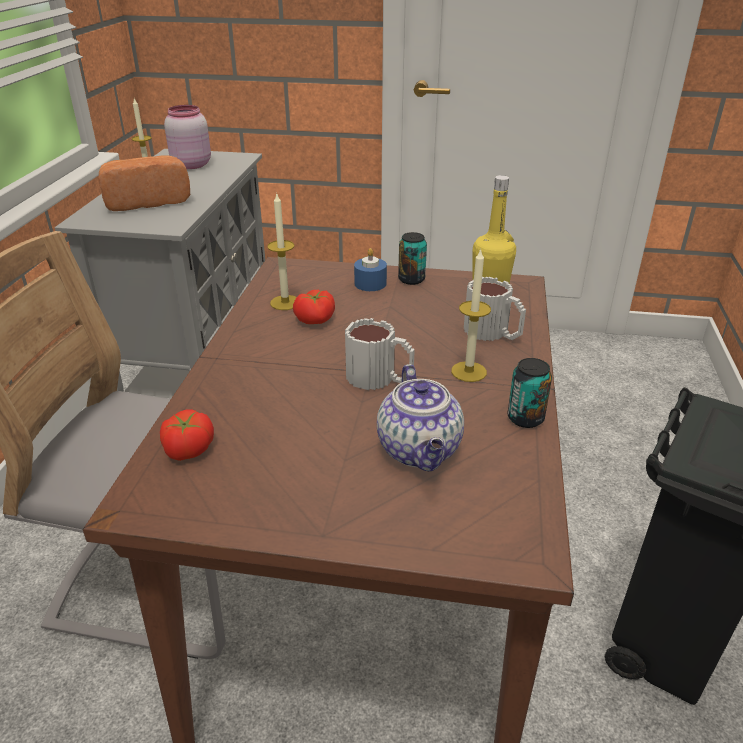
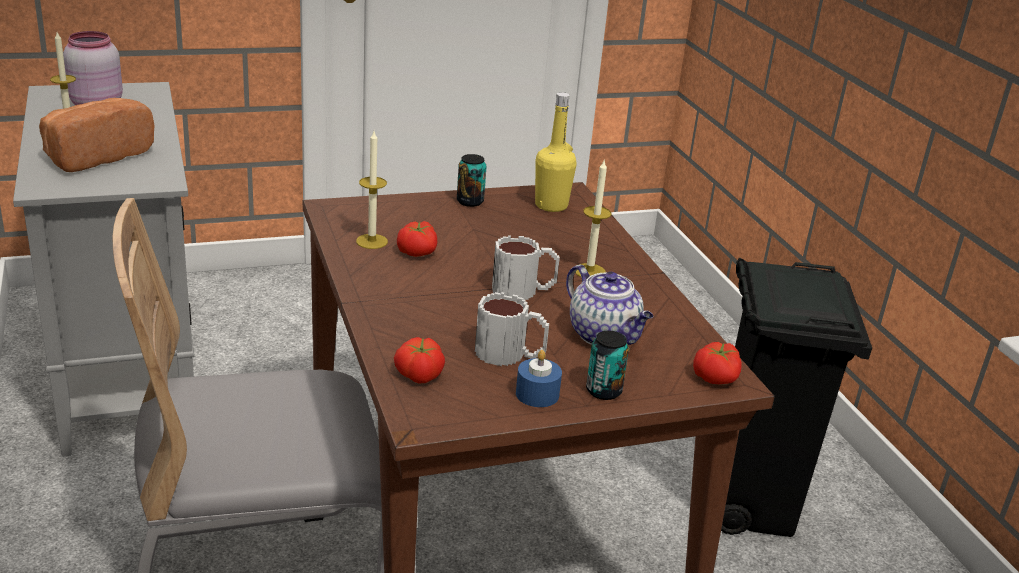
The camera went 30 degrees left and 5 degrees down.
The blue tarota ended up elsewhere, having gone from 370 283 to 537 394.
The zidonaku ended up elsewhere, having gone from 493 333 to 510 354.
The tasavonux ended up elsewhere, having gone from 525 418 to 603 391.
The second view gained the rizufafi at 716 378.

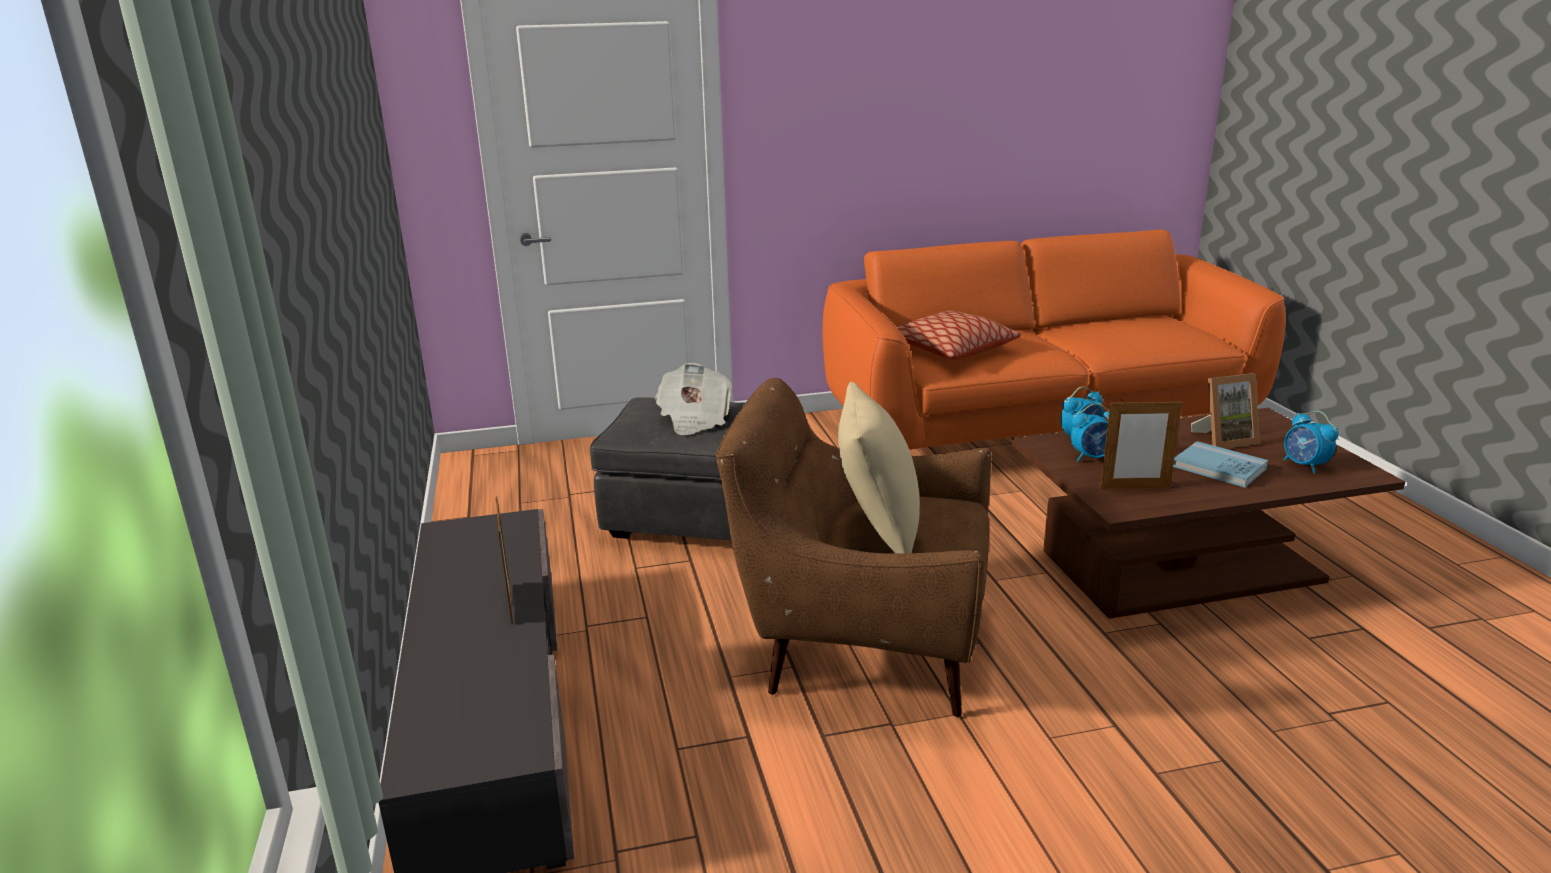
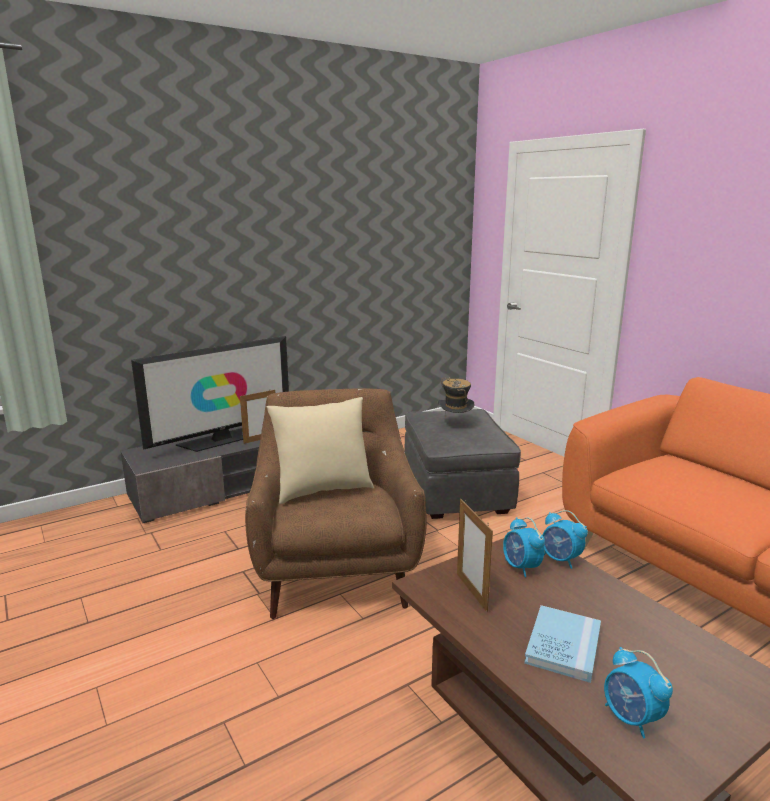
The camera went 70 degrees right and 5 degrees down.
Where the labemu stood at 694 419, the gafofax came to stand at 455 424.
The second view lost the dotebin at 950 349.
The second view lost the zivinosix at 1224 440.
The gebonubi at 1304 465 ended up facing another way, 75 degrees counterclockwise from before.
The second view gained the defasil at 221 439.

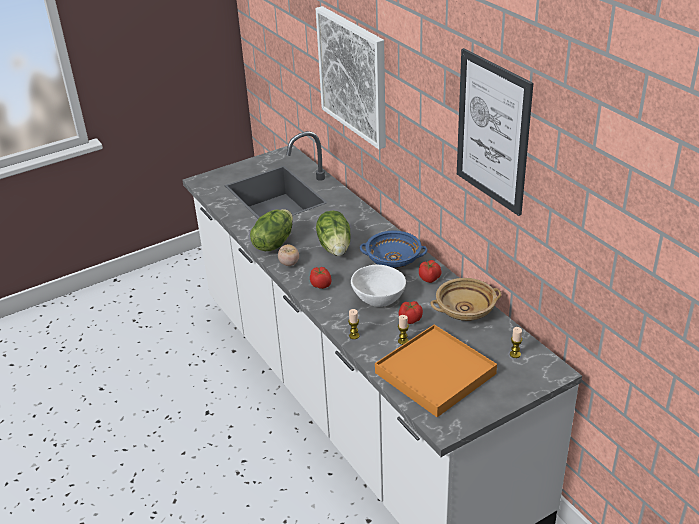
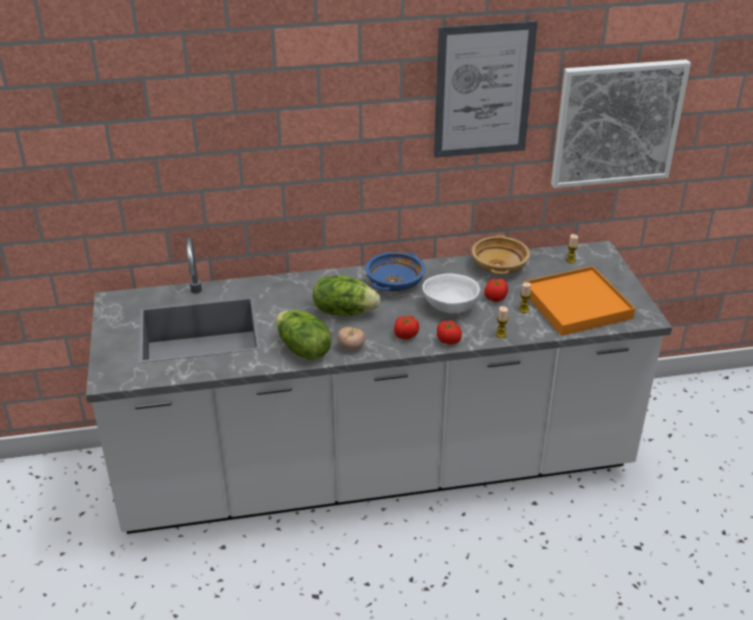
The camera went 70 degrees left and 0 degrees up.
The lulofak ended up elsewhere, having gone from 353 76 to 616 123.
The rizufafi ended up elsewhere, having gone from 429 278 to 448 340.

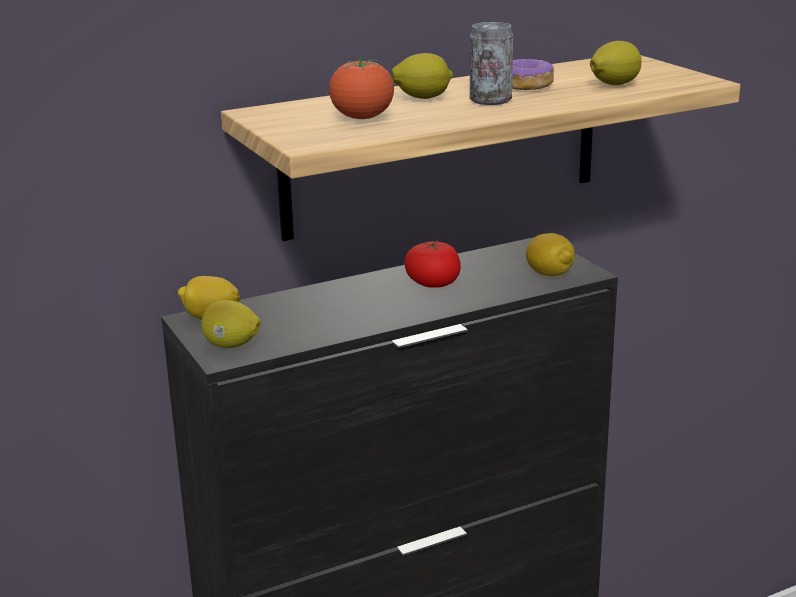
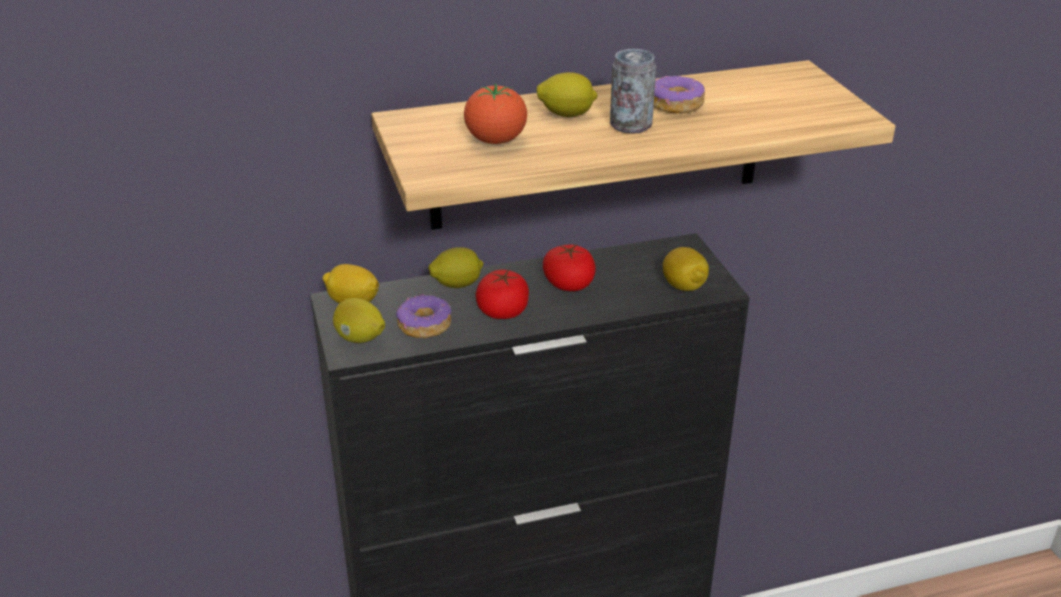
The camera went 10 degrees right and 10 degrees up.
The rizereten ended up elsewhere, having gone from 614 85 to 456 285.
The second view gained the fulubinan at 424 325.
The second view gained the rizufafi at 503 311.

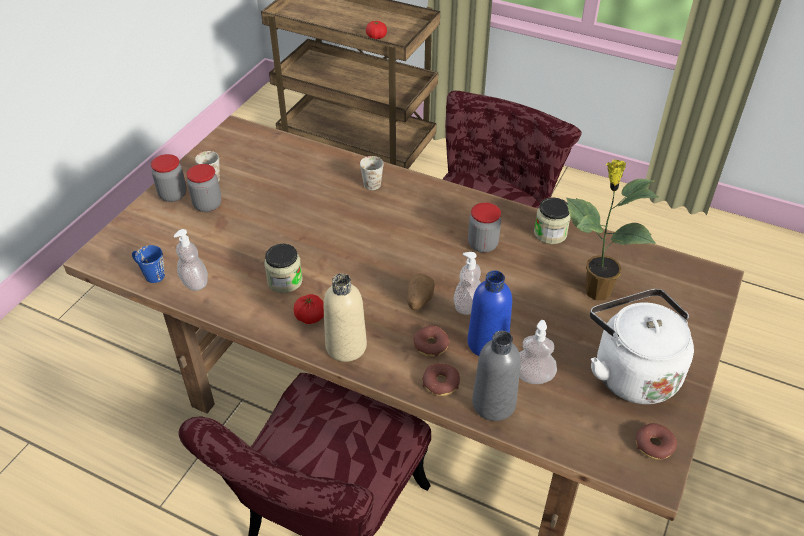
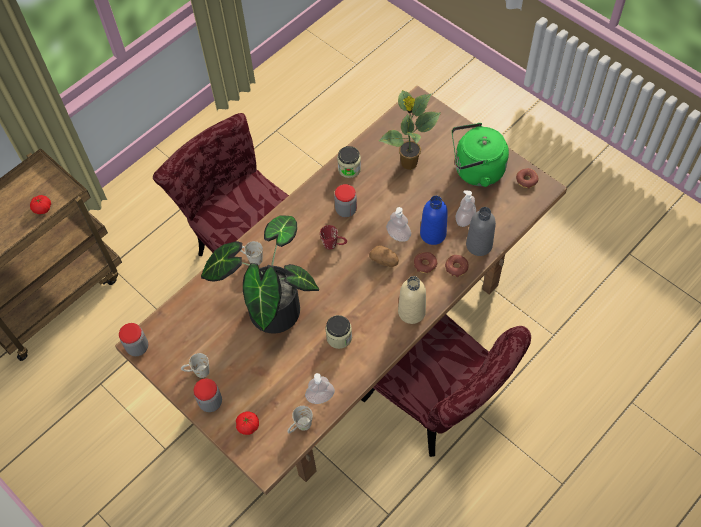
The camera went 70 degrees left and 15 degrees up.
What was the blue zidonaku at 150 274 turned into the white zidonaku at 300 427.
The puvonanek ended up elsewhere, having gone from 207 205 to 137 347.
The rizufafi ended up elsewhere, having gone from 310 317 to 248 426.
What was the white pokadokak at 631 372 turned into the green pokadokak at 475 171.
The second view gained the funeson at 270 307.
The second view gained the red zidonaku at 334 244.

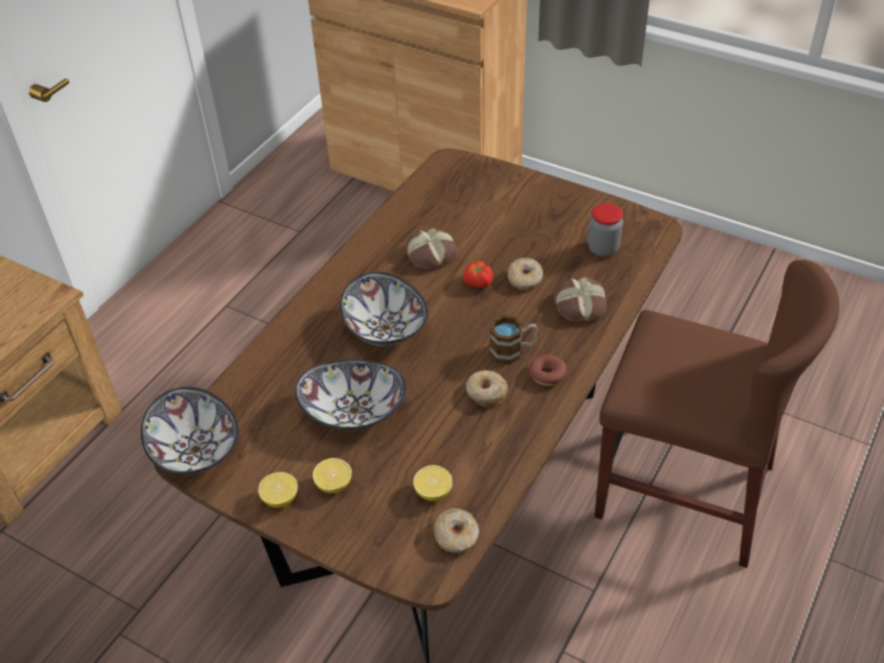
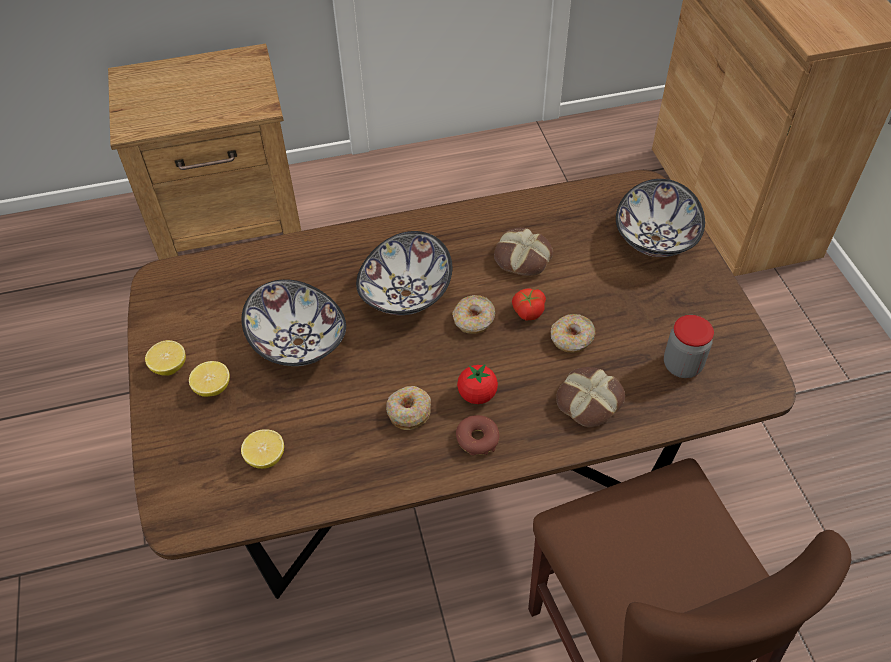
The camera went 45 degrees right and 5 degrees up.
The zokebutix ended up elsewhere, having gone from 194 450 to 654 238.
The fulubinan ended up elsewhere, having gone from 456 536 to 474 320.
Where the zidonaku stood at 513 351, the rizufafi came to stand at 477 394.

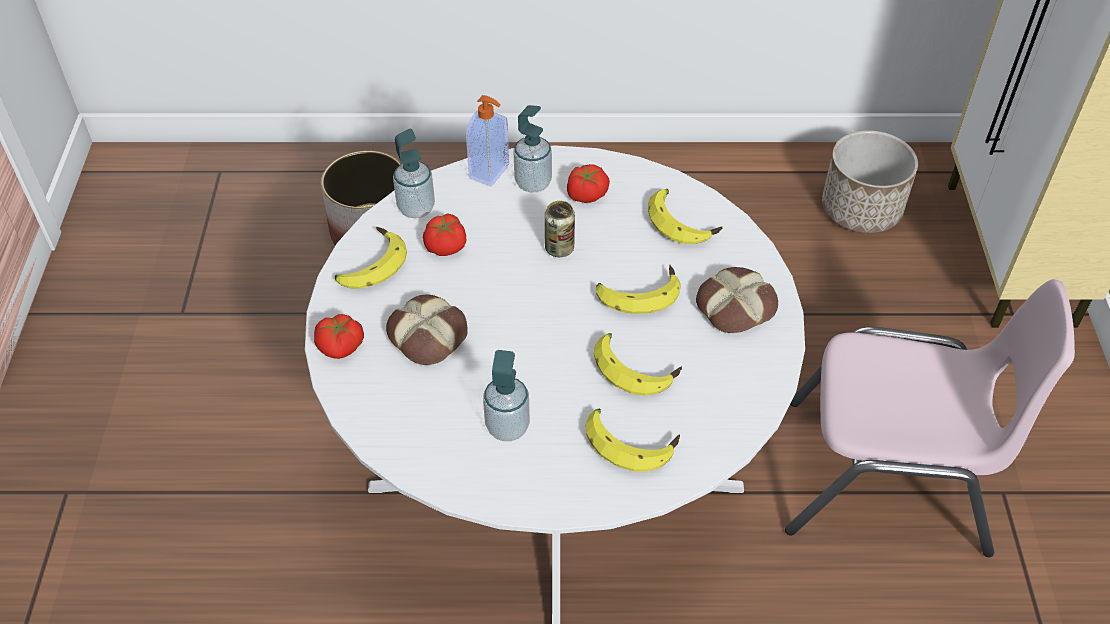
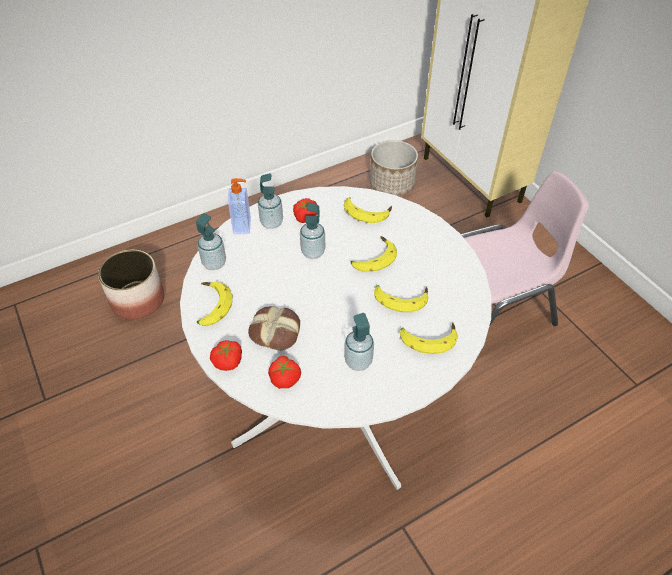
The camera went 30 degrees left and 0 degrees up.
The rizufafi ended up elsewhere, having gone from 446 246 to 285 378.
Where the tasavonux stood at 559 248, the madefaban came to stand at 313 252.
The second view lost the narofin at 735 306.

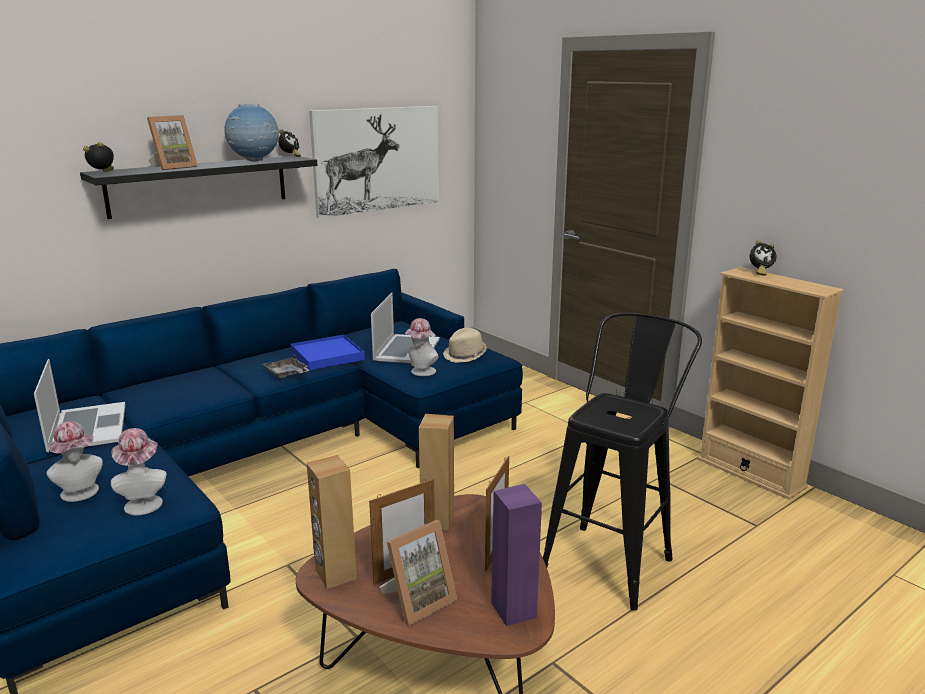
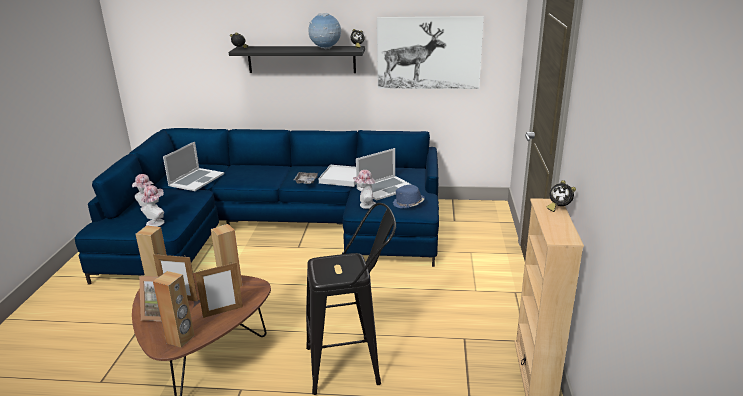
The camera went 45 degrees right and 5 degrees up.
The second view lost the zivinosix at 173 167.
What was the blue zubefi at 327 355 turned into the white zubefi at 342 177.
What was the beige gafofax at 465 355 turned into the blue gafofax at 408 204.
What was the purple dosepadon at 514 610 turned into the brown dosepadon at 180 339.

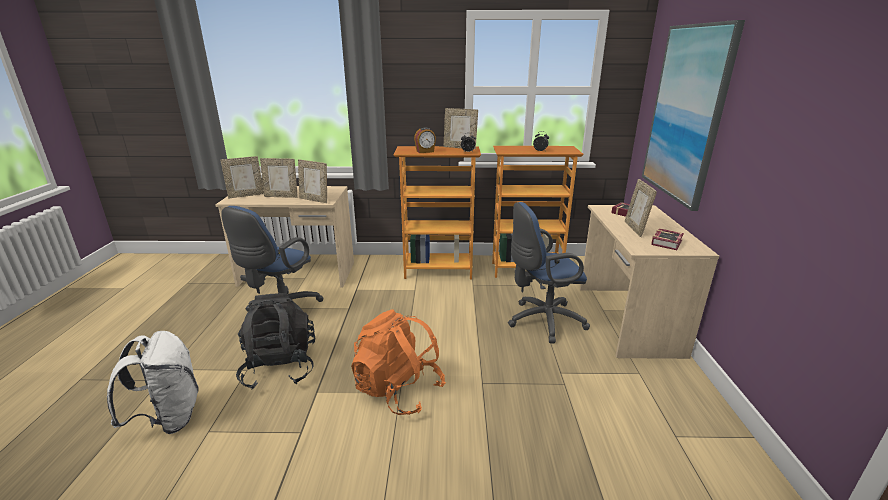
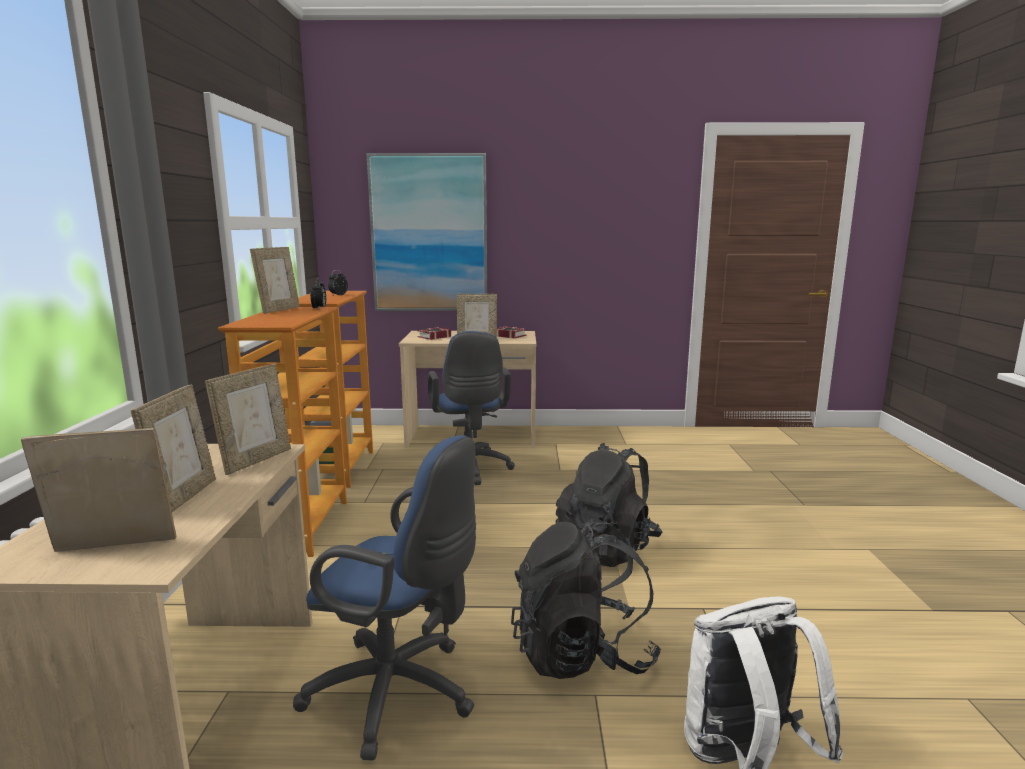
The camera went 90 degrees left and 10 degrees down.
The zivinosix at 246 195 ended up facing another way, 75 degrees counterclockwise from before.
What was the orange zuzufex at 398 390 turned into the black zuzufex at 607 548.
The second view lost the gebonubi at 425 151.

